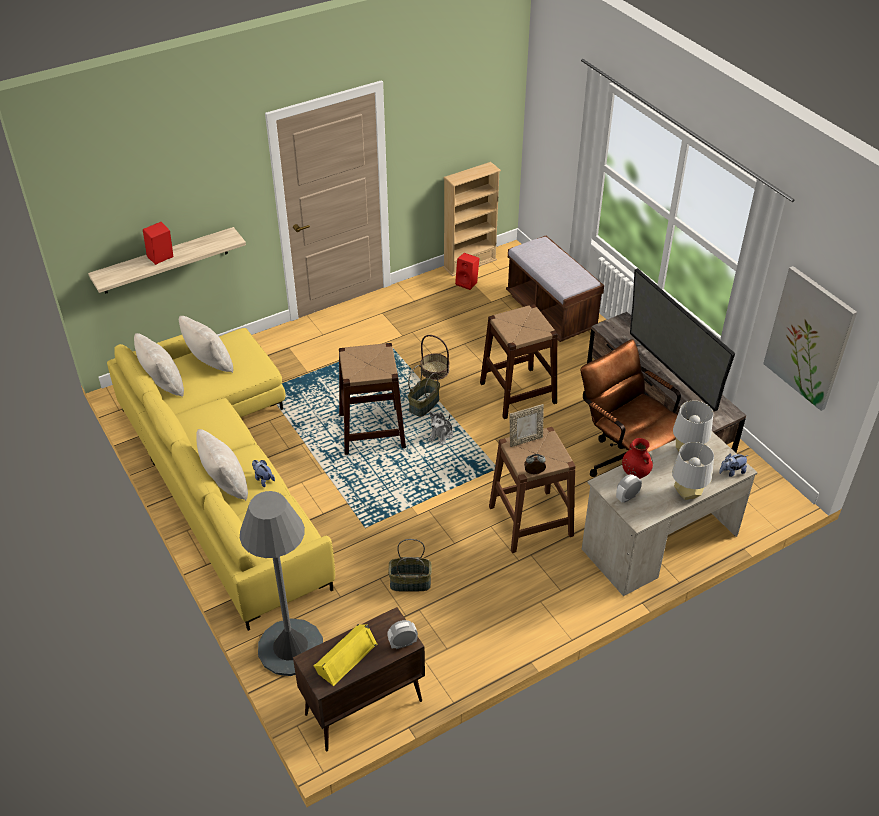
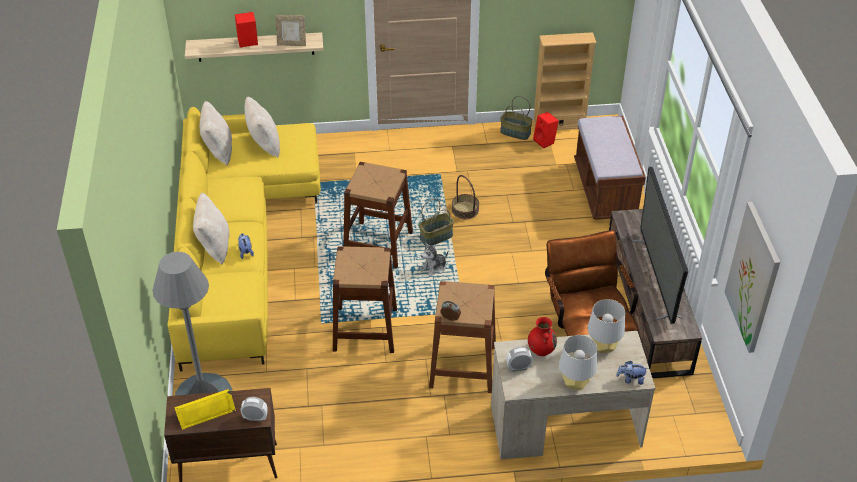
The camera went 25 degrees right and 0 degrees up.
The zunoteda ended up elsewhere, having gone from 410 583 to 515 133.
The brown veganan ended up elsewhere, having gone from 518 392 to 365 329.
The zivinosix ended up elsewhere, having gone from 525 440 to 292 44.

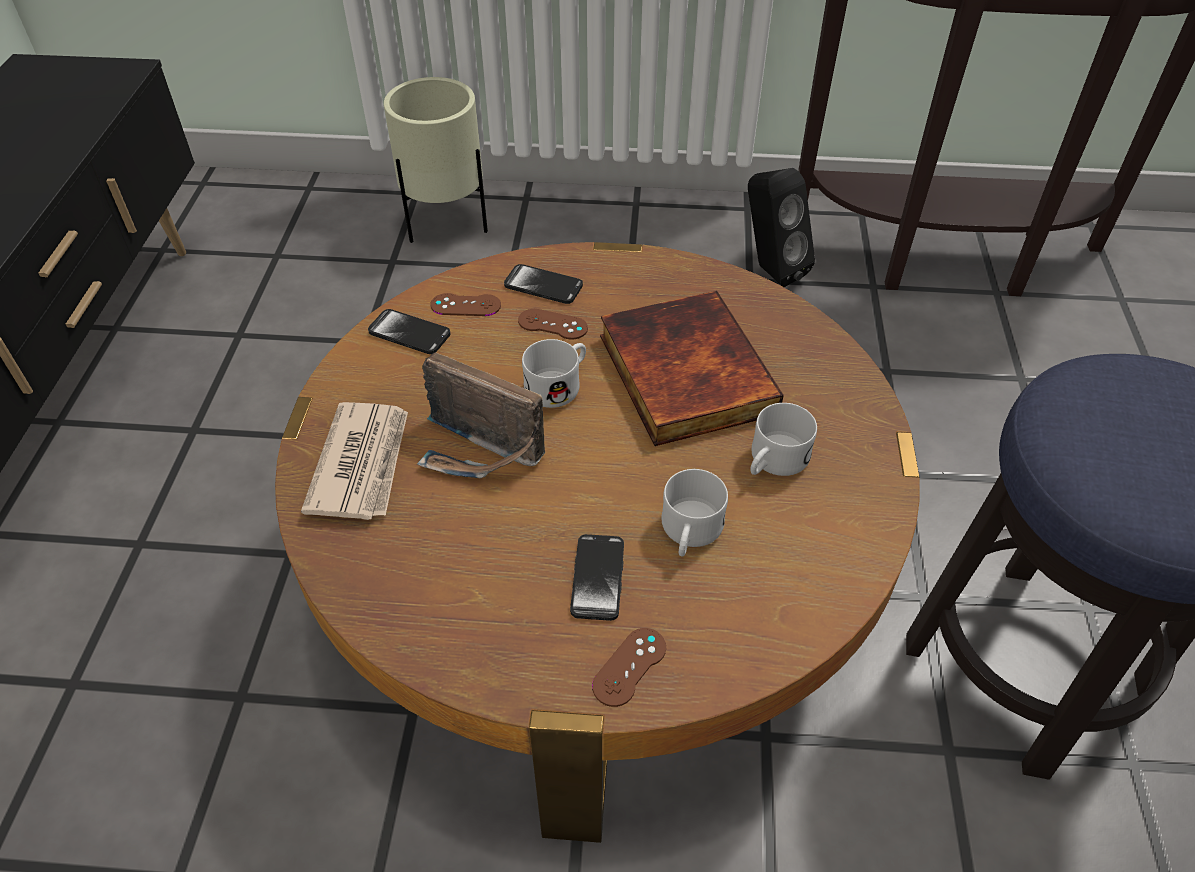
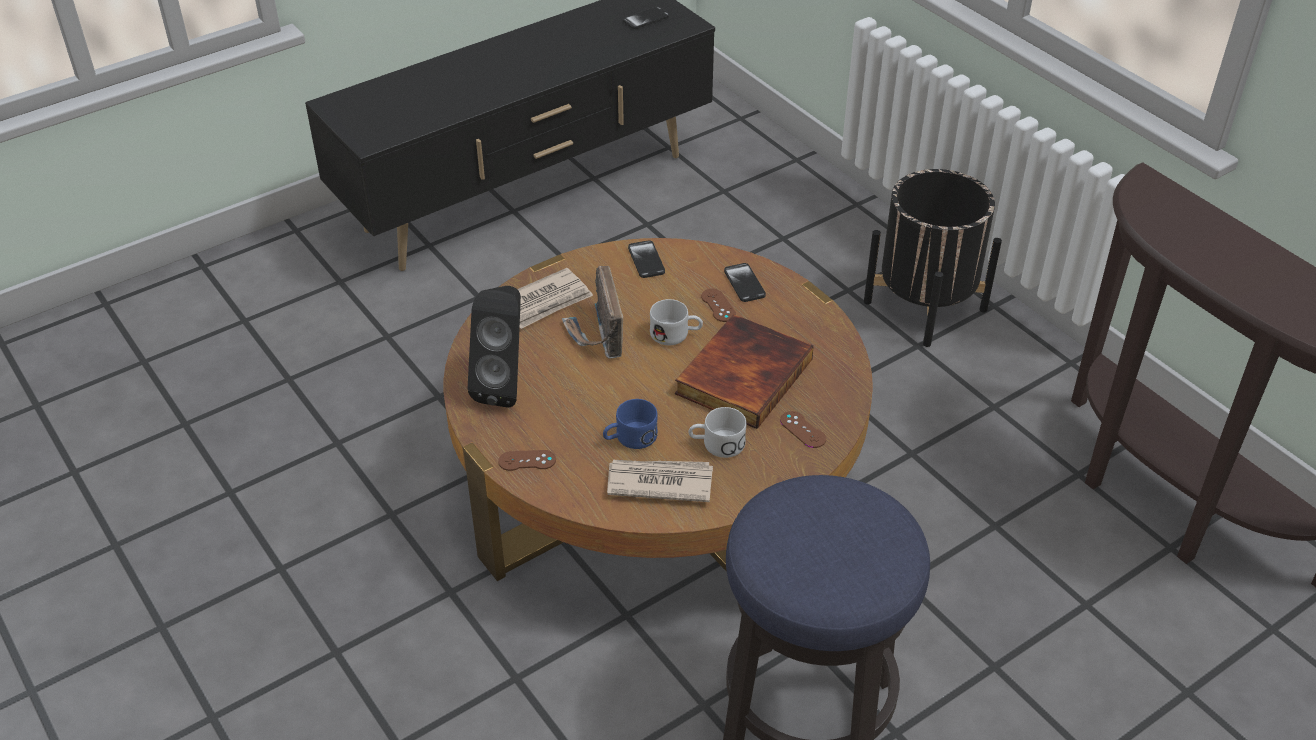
The camera went 50 degrees right and 5 degrees down.
The second view lost the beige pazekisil at 445 224.
The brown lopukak ended up elsewhere, having gone from 465 305 to 803 430.
The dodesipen ended up elsewhere, having gone from 597 578 to 646 19.
What was the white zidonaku at 689 533 turned into the blue zidonaku at 629 438.
The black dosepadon ended up elsewhere, having gone from 769 270 to 505 386.
The second view gained the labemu at 659 482.
The second view gained the black pazekisil at 925 306.

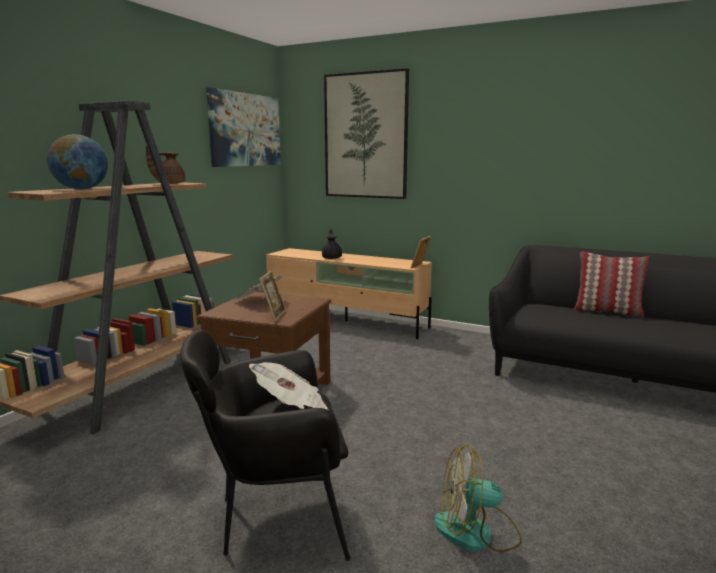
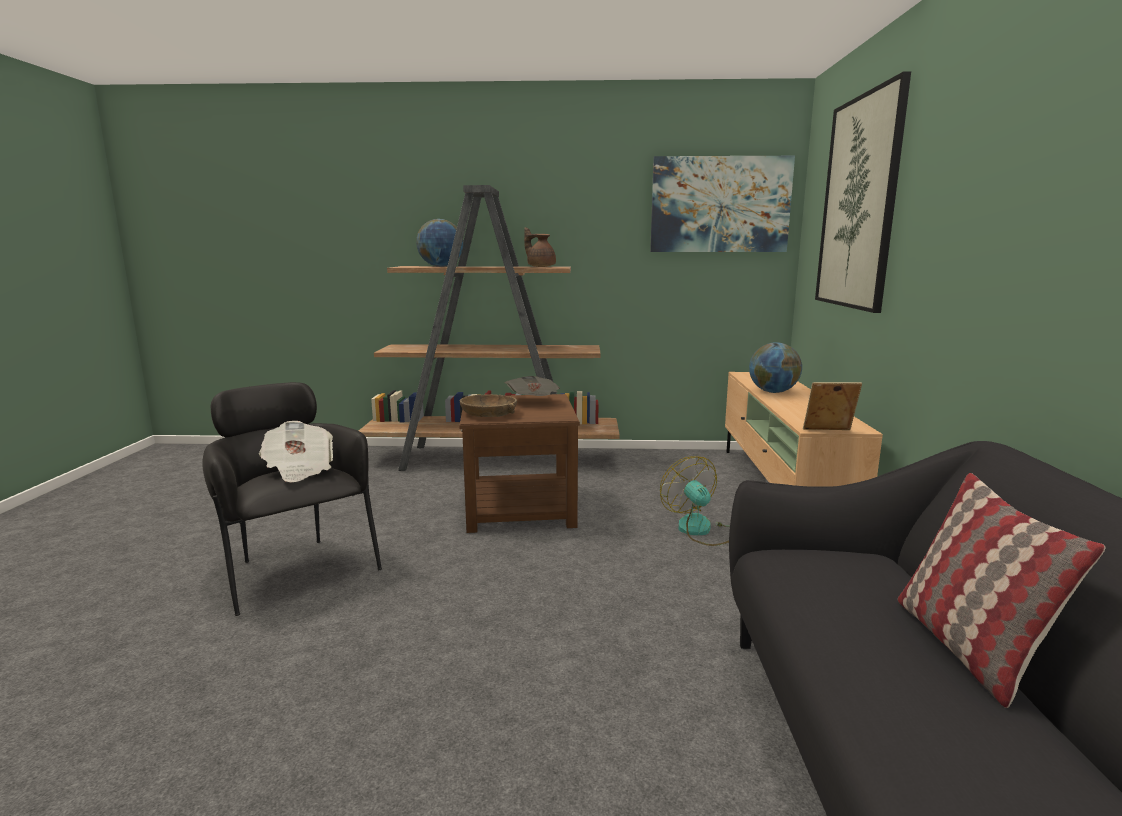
The camera went 65 degrees right and 0 degrees up.
Where the zivinosix stood at 274 315, the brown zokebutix came to stand at 489 413.
Where the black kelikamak stood at 332 258, the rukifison came to stand at 773 392.
The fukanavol ended up elsewhere, having gone from 476 532 to 701 530.

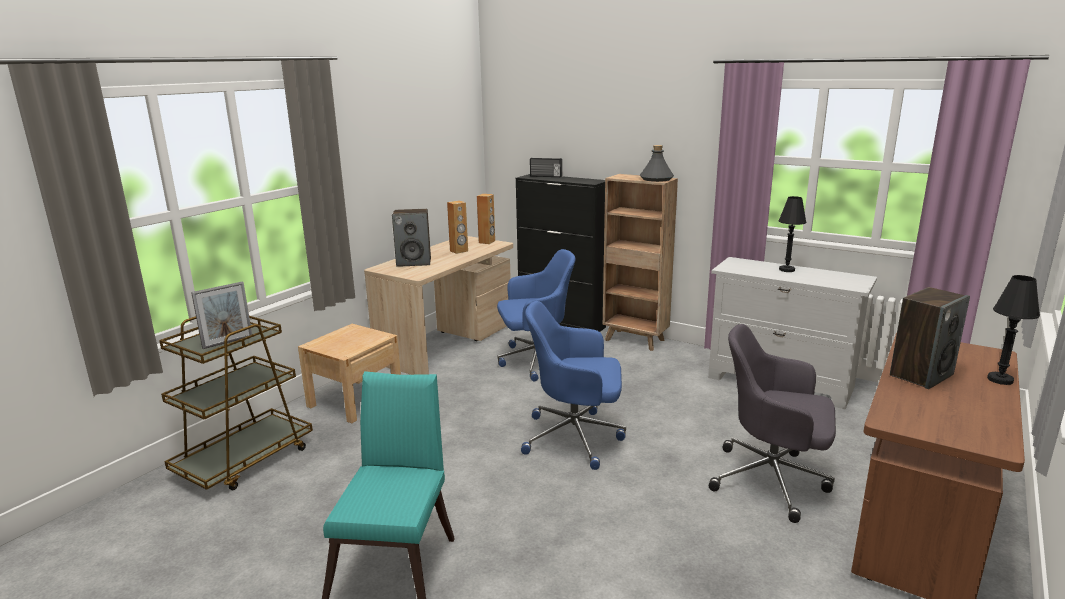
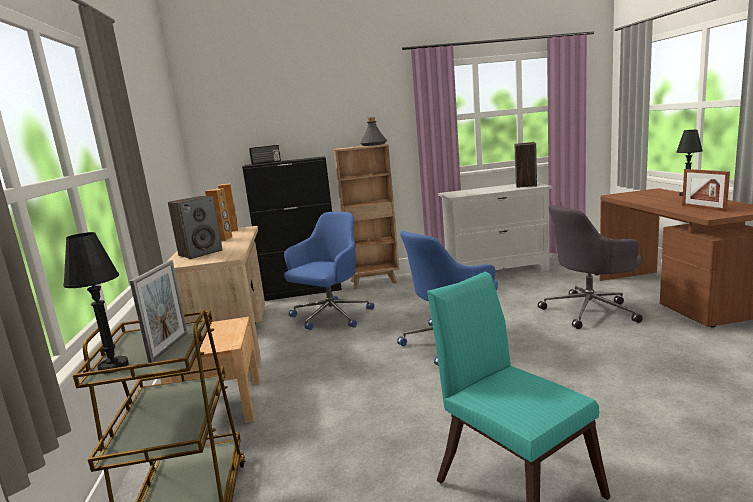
The camera went 40 degrees left and 5 degrees down.
The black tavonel ended up elsewhere, having gone from 786 270 to 113 366.
The dosepadon ended up elsewhere, having gone from 921 375 to 525 185.
The second view gained the zivinosix at 703 208.

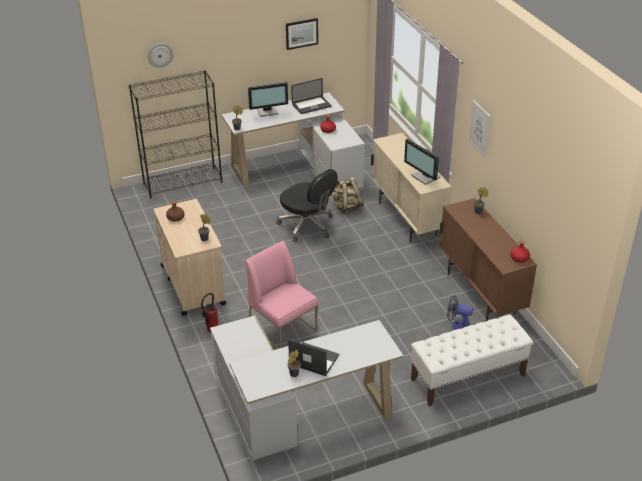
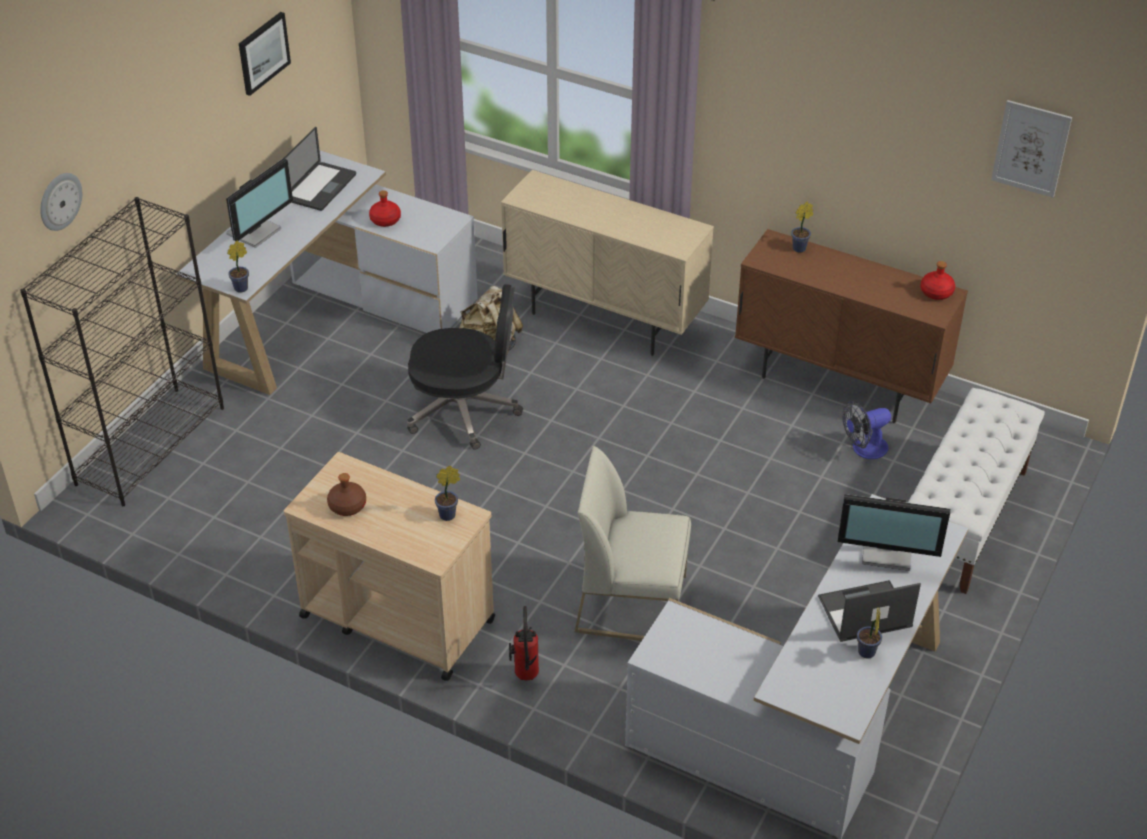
The camera went 40 degrees left and 5 degrees up.
What was the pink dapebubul at 283 328 turned into the white dapebubul at 632 603.
The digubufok ended up elsewhere, having gone from 425 177 to 888 552.
The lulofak ended up elsewhere, having gone from 479 128 to 1031 148.

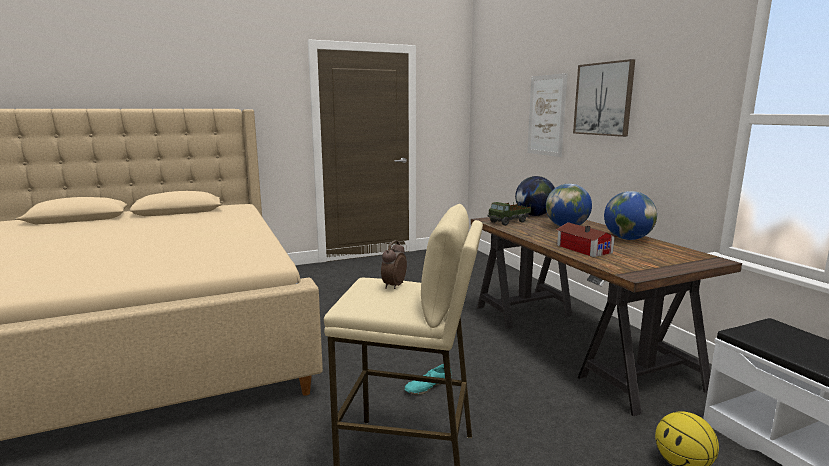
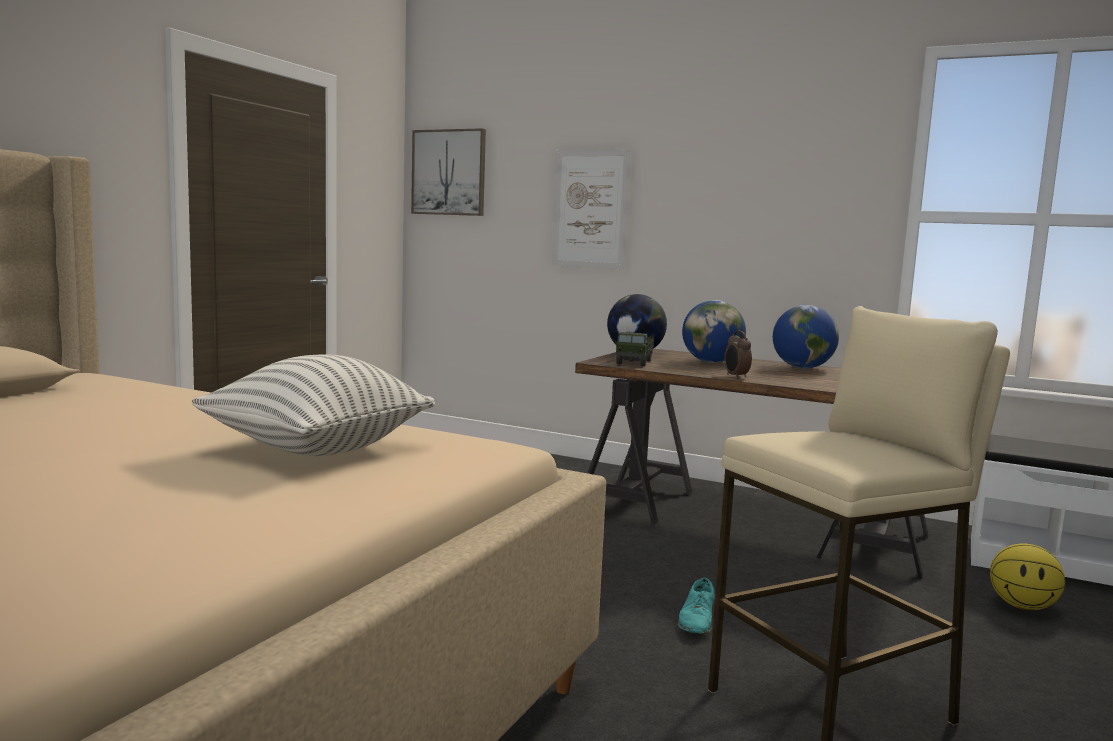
The camera went 40 degrees left and 5 degrees down.
The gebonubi ended up elsewhere, having gone from 393 286 to 735 376.
The second view lost the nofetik at 584 248.
The lulofak ended up elsewhere, having gone from 603 99 to 449 172.
The second view gained the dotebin at 317 449.

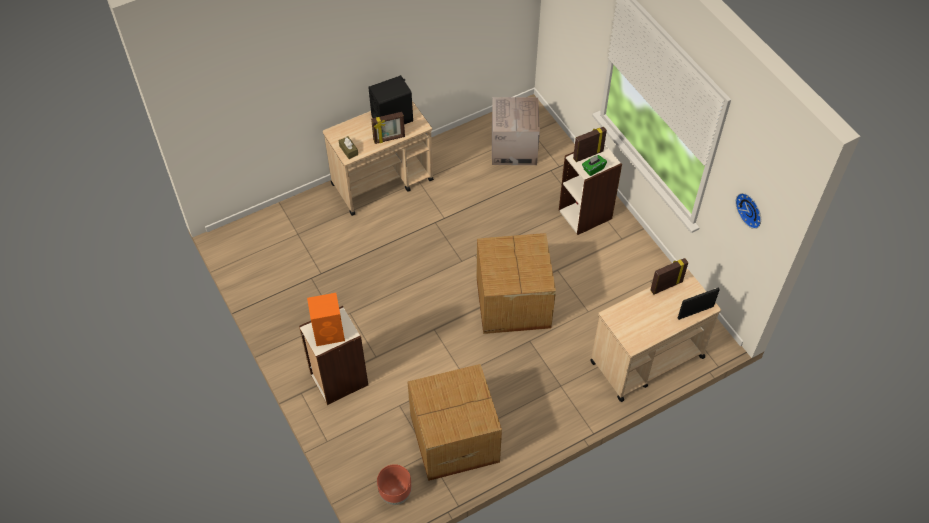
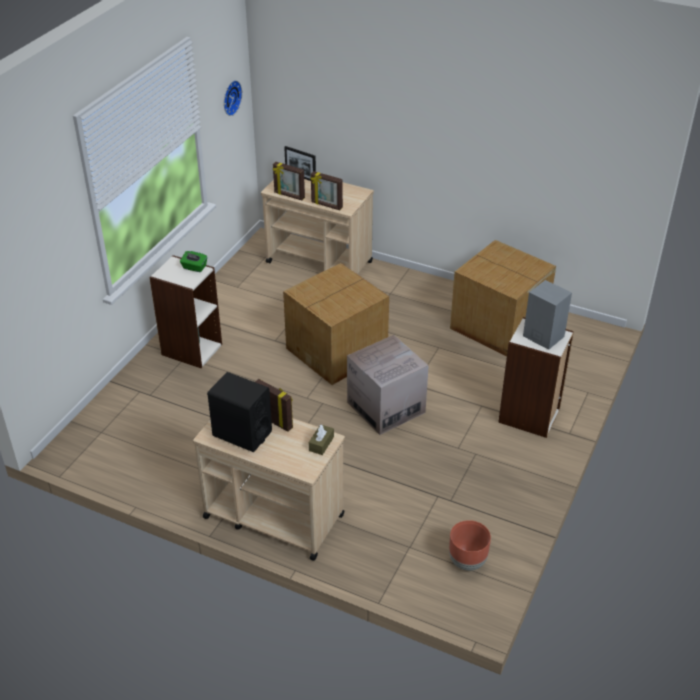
The camera went 125 degrees left and 15 degrees down.
What was the orange dosepadon at 329 332 turned into the grey dosepadon at 542 336.
The brown pazekisil ended up elsewhere, having gone from 395 494 to 467 561.
The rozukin ended up elsewhere, having gone from 513 147 to 386 407.
The zivinosix ended up elsewhere, having gone from 587 154 to 326 205.

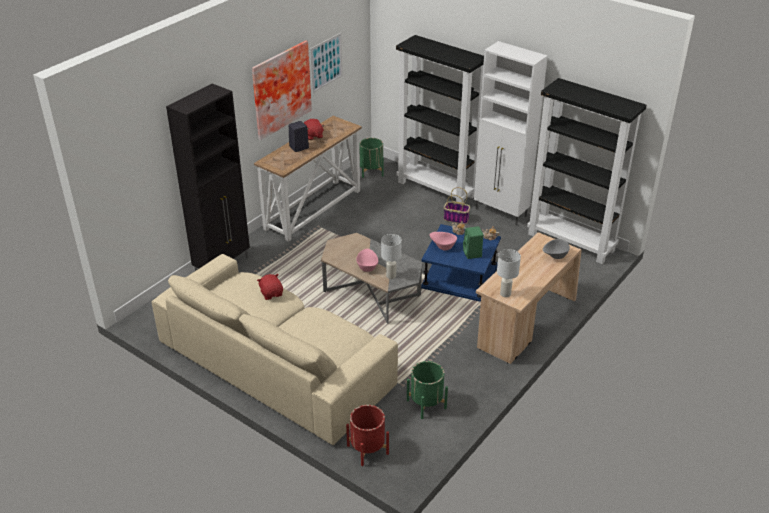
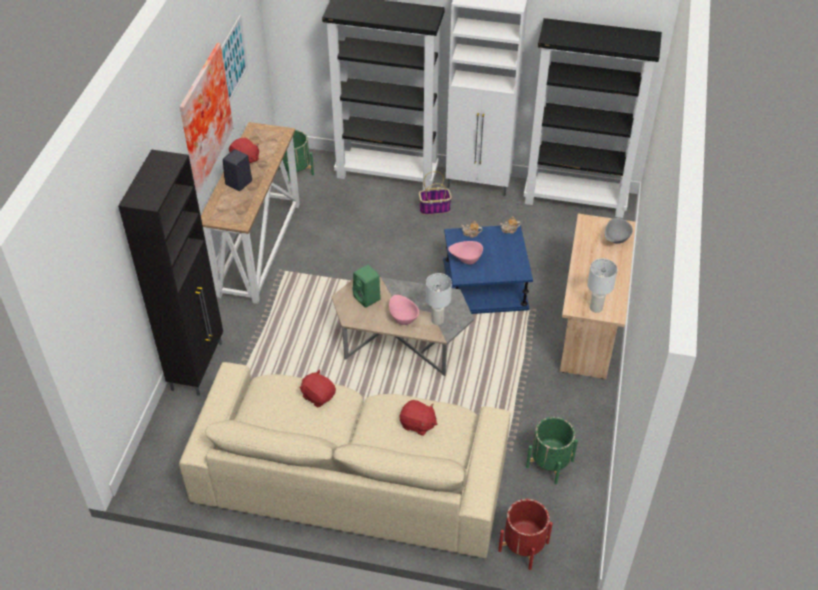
The camera went 25 degrees left and 10 degrees up.
The green dosepadon ended up elsewhere, having gone from 472 254 to 367 298.
The second view gained the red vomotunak at 417 424.

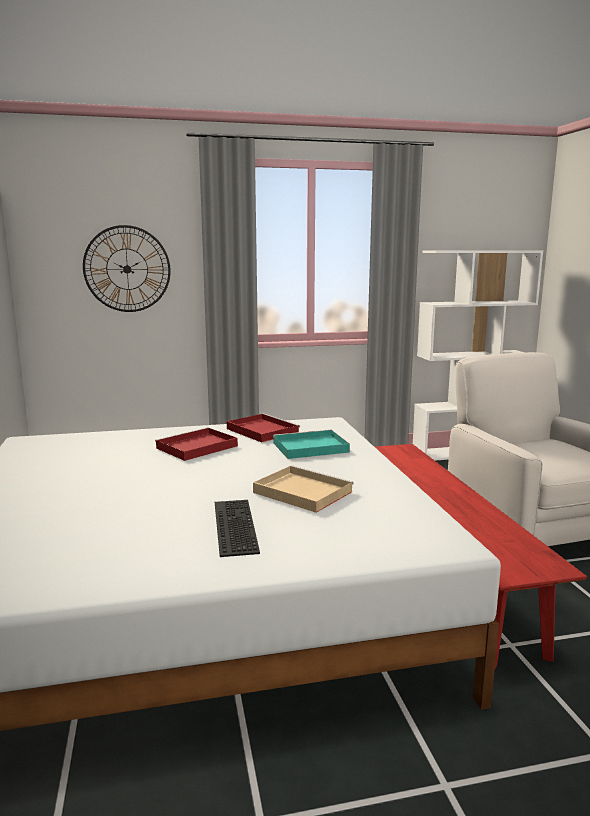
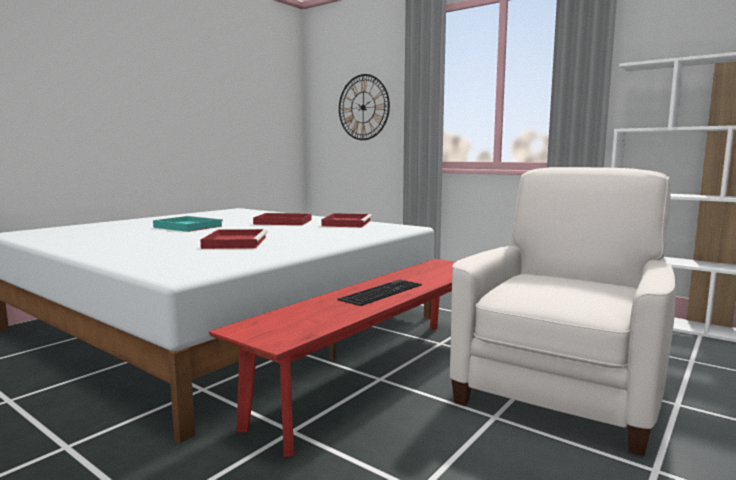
The camera went 50 degrees right and 5 degrees down.
The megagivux ended up elsewhere, having gone from 232 526 to 381 291.
What was the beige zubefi at 301 492 turned into the red zubefi at 235 242.
The turquoise zubefi ended up elsewhere, having gone from 309 448 to 186 227.

